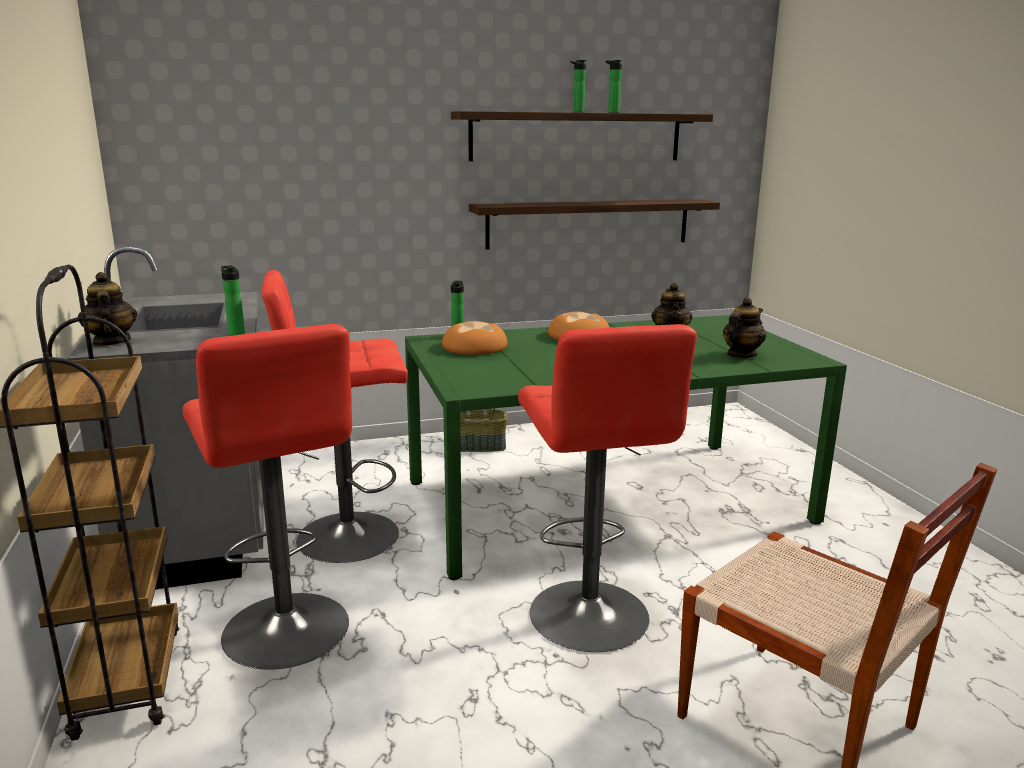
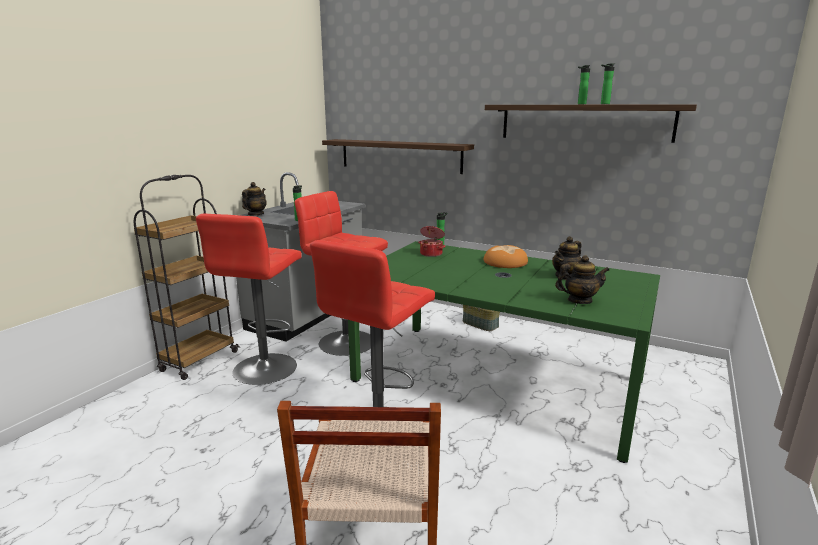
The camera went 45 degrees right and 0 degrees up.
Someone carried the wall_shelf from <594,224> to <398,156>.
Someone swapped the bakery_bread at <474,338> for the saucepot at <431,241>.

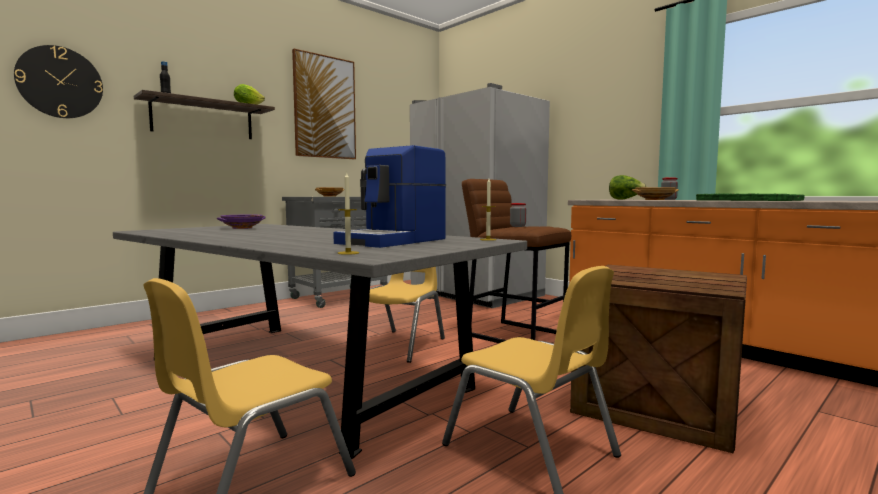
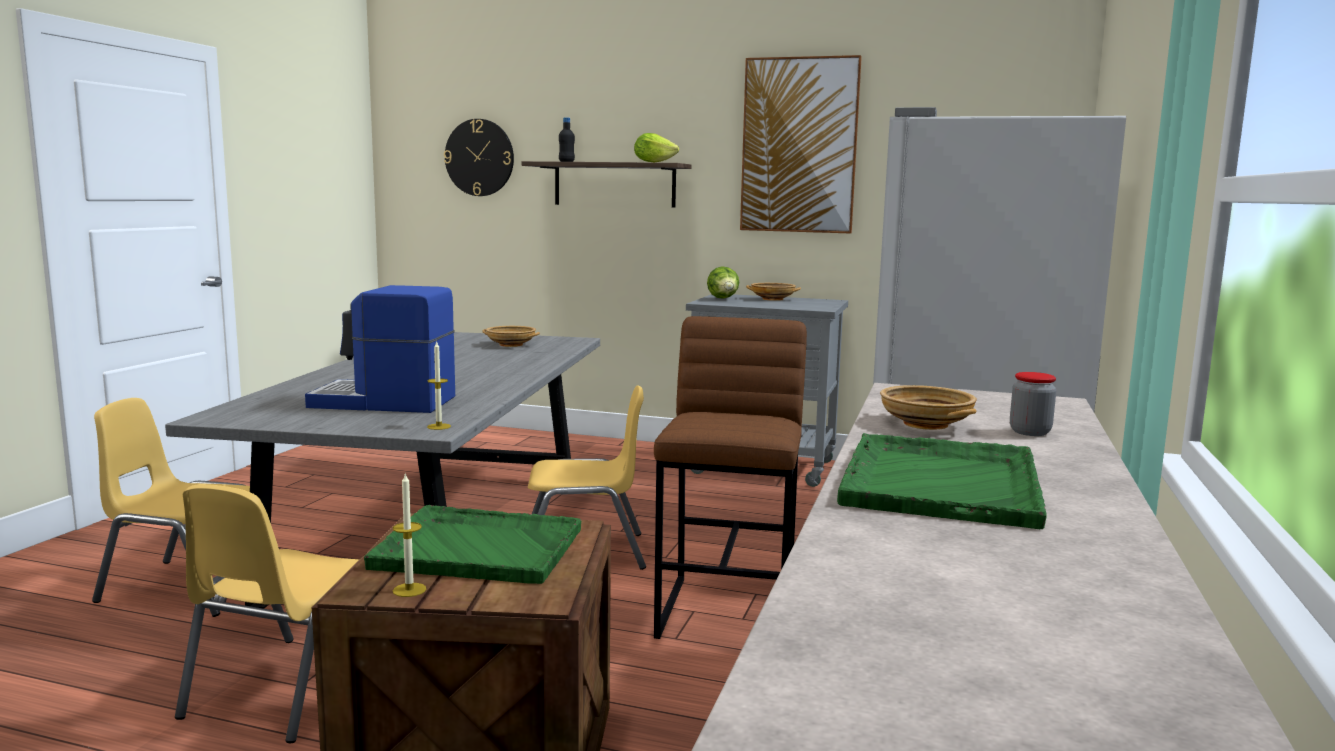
The camera went 60 degrees right and 5 degrees up.
Someone took away the preserve_jar at <518,215>.
Someone put down the green-coloured_tray at <472,544>.
Someone carried the wax_candle from <348,214> to <409,535>.
Someone carried the lettuce_head from <628,187> to <723,282>.
Someone repainted the purplish_bowl at <241,222>, which became the sand-coloured_bowl at <511,336>.

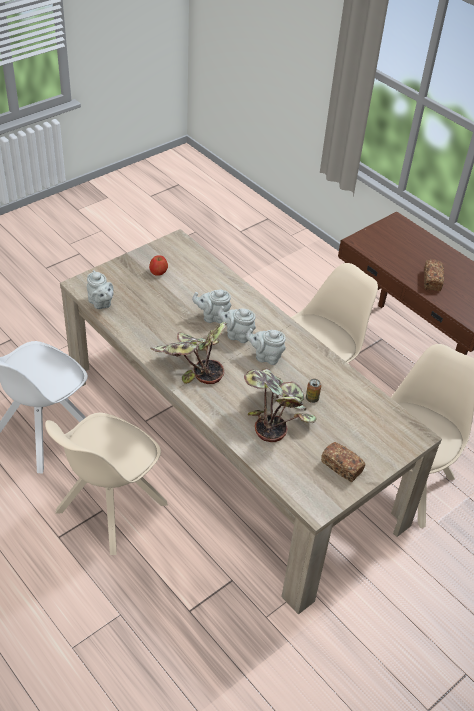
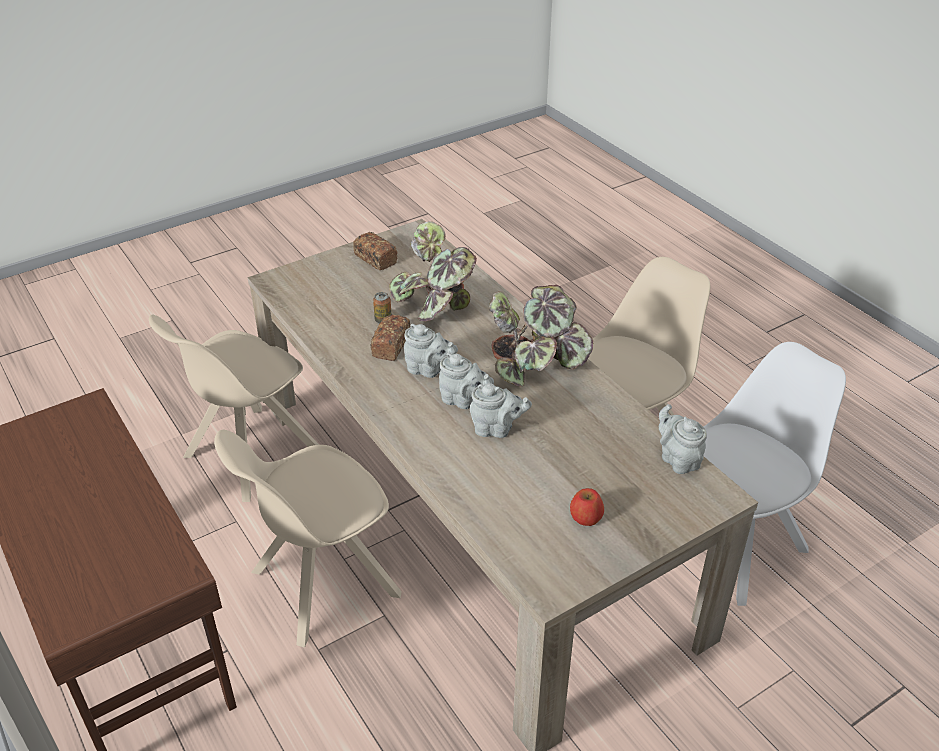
The camera went 170 degrees left and 5 degrees down.
Someone carried the bakery_bread from <434,275> to <390,338>.

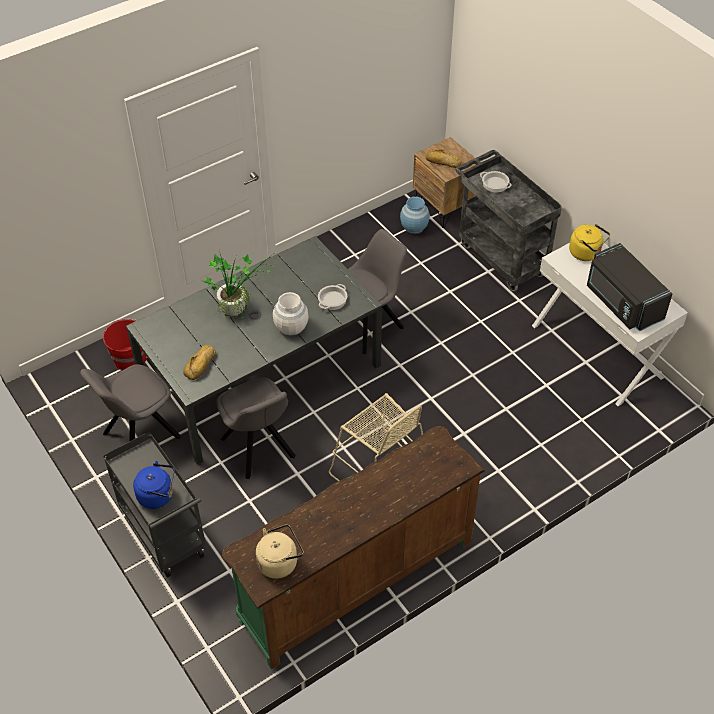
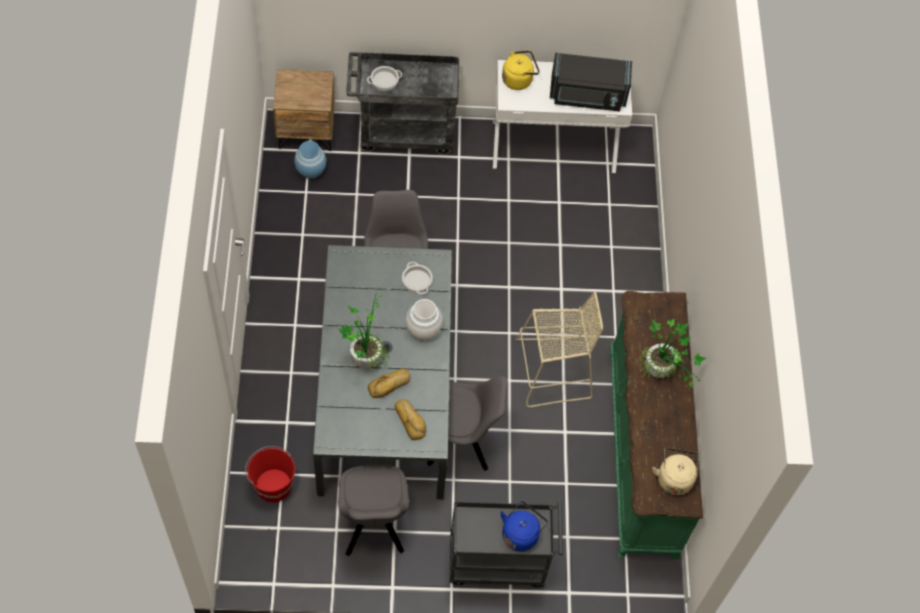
The camera went 60 degrees left and 10 degrees up.
Someone put down the houseplant at <672,353>.
Someone carried the bakery_bread from <444,158> to <389,383>.

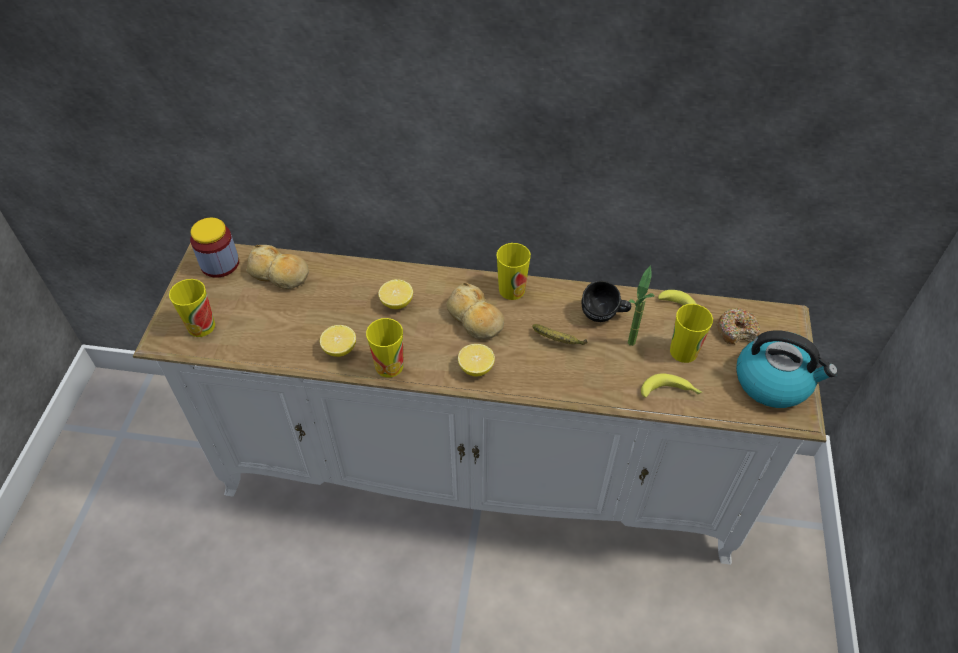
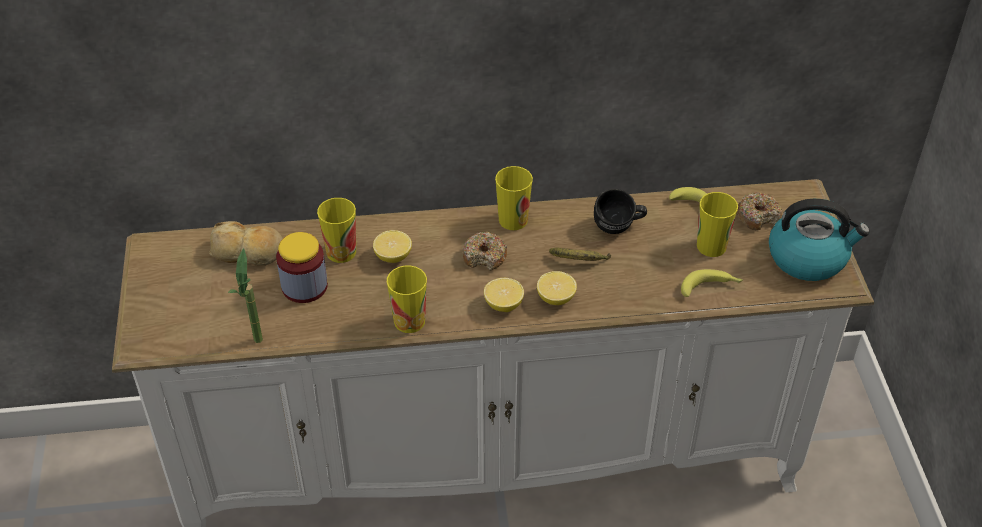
The camera went 15 degrees left and 5 degrees down.
Someone carried the drinking_cup from <192,308> to <336,230>.
Someone carried the preserve_jar from <214,248> to <302,267>.
Someone carried the lemon from <338,341> to <557,288>.
Someone carried the houseplant from <641,305> to <245,295>.
Someone swapped the bakery_bread at <475,311> for the doughnut at <484,251>.

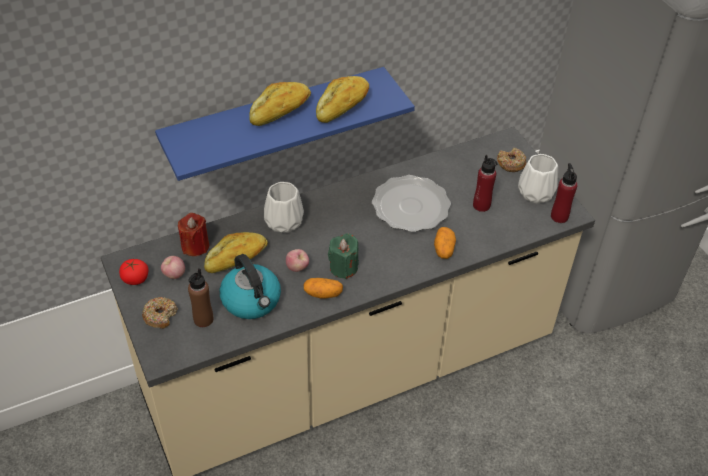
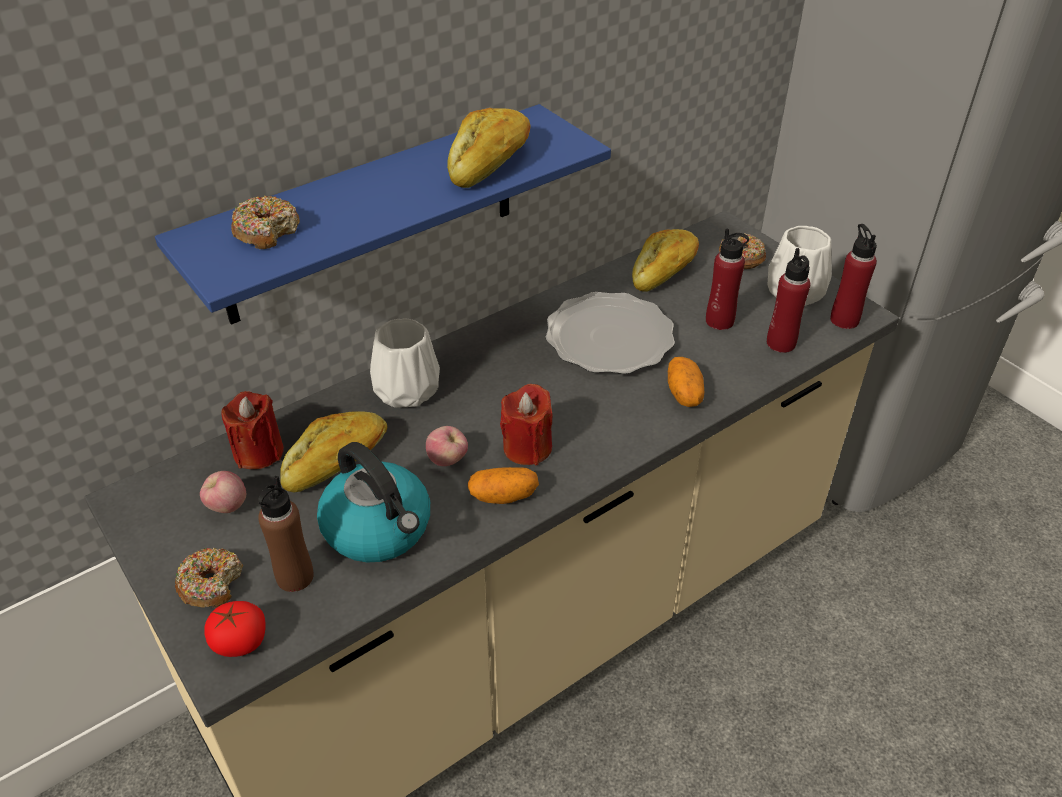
The camera went 10 degrees left and 5 degrees down.
Someone put down the doughnut at <265,222>.
Someone put down the red_drink_bottle at <788,300>.
Someone carried the tomato from <133,272> to <235,629>.
Someone carried the bakery_bread from <280,104> to <665,260>.
Someone repainted the green-coloured_wax_candle at <343,256>, which became the red_wax_candle at <526,424>.

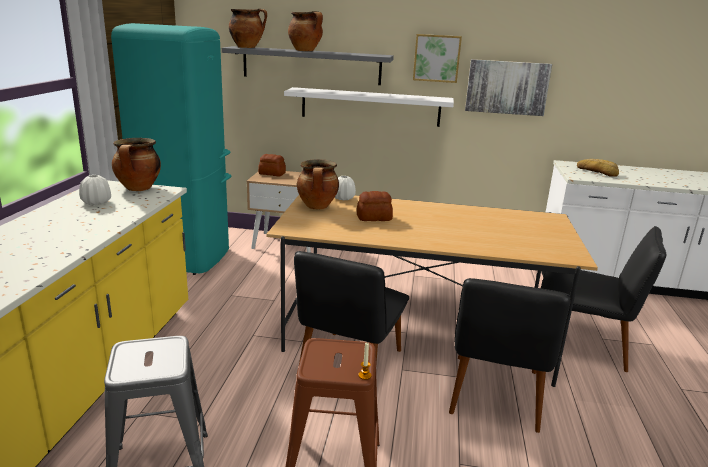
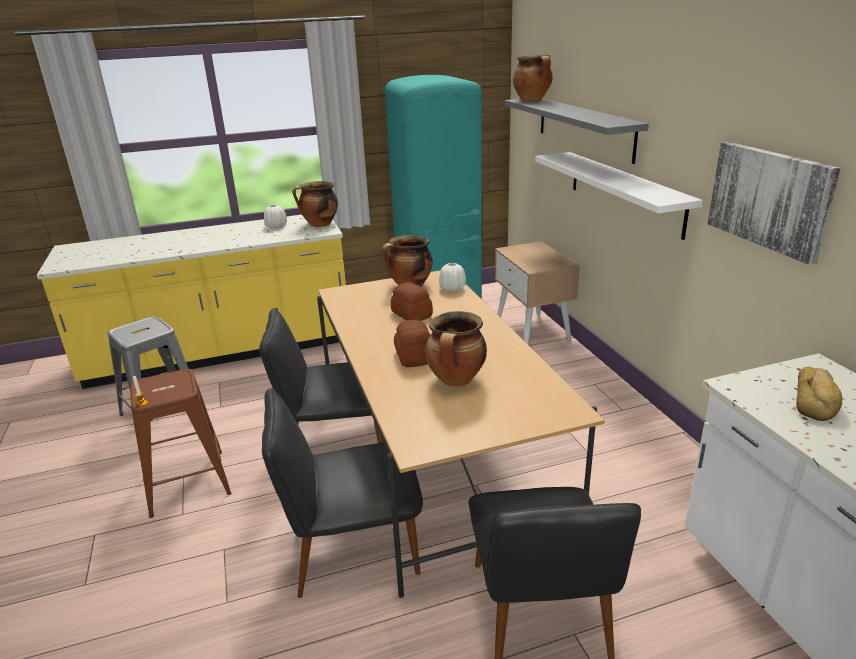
The camera went 65 degrees right and 5 degrees up.
Someone took away the wall_picture at <437,58>.
Someone carried the bakery_bread from <272,165> to <412,343>.
Someone carried the saucepot from <305,31> to <456,349>.

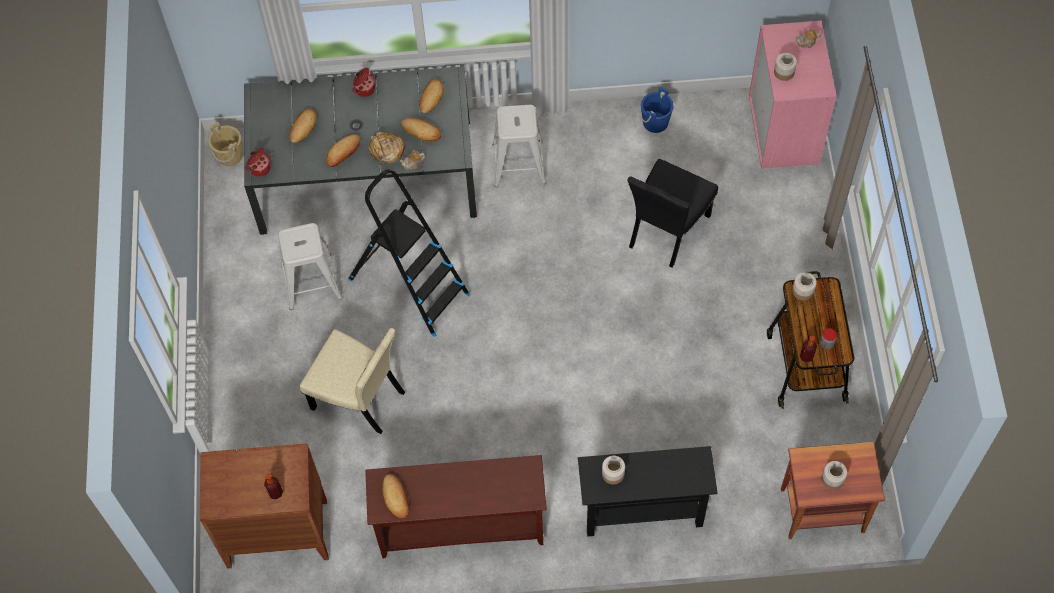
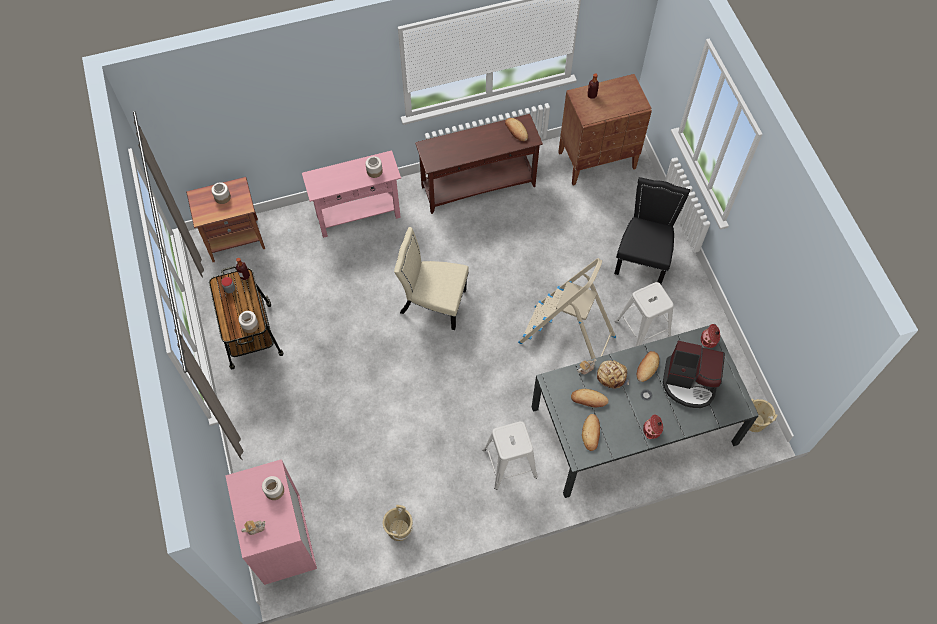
The camera went 165 degrees right and 0 degrees up.
Someone carried the sand-coloured_upright_chair from <352,381> to <431,278>.
Someone carried the blackish_upright_chair from <672,213> to <652,230>.
Someone swapped the bakery_bread at <302,126> for the coffee_brewer at <694,374>.
Someone repainted the blackish_stepladder at <409,253>, which became the sand-coloured_stepladder at <567,308>.
Someone repainted the blackish_narrow_table at <648,491>, which became the pink-coloured_narrow_table at <351,194>.
Someone repainted the blue-coloured_water_bucket at <656,110>, which became the sand-coloured_water_bucket at <398,523>.

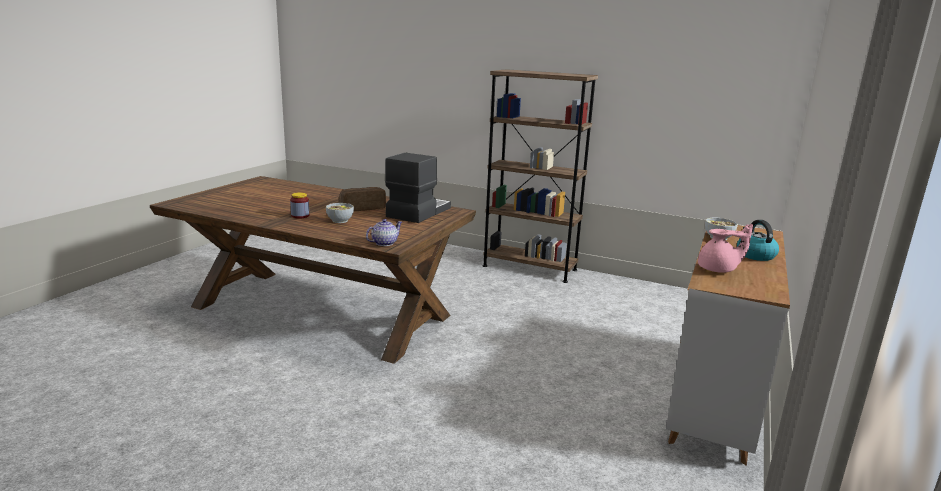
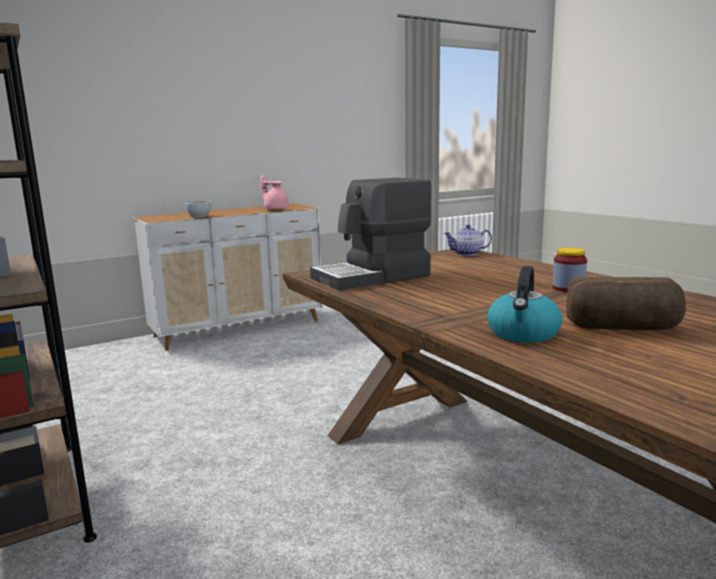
The camera went 145 degrees left and 5 degrees down.
Someone took away the bowl at <340,213>.
Someone carried the bakery_bread from <362,199> to <626,303>.
Someone carried the water_kettle from <758,240> to <525,304>.

